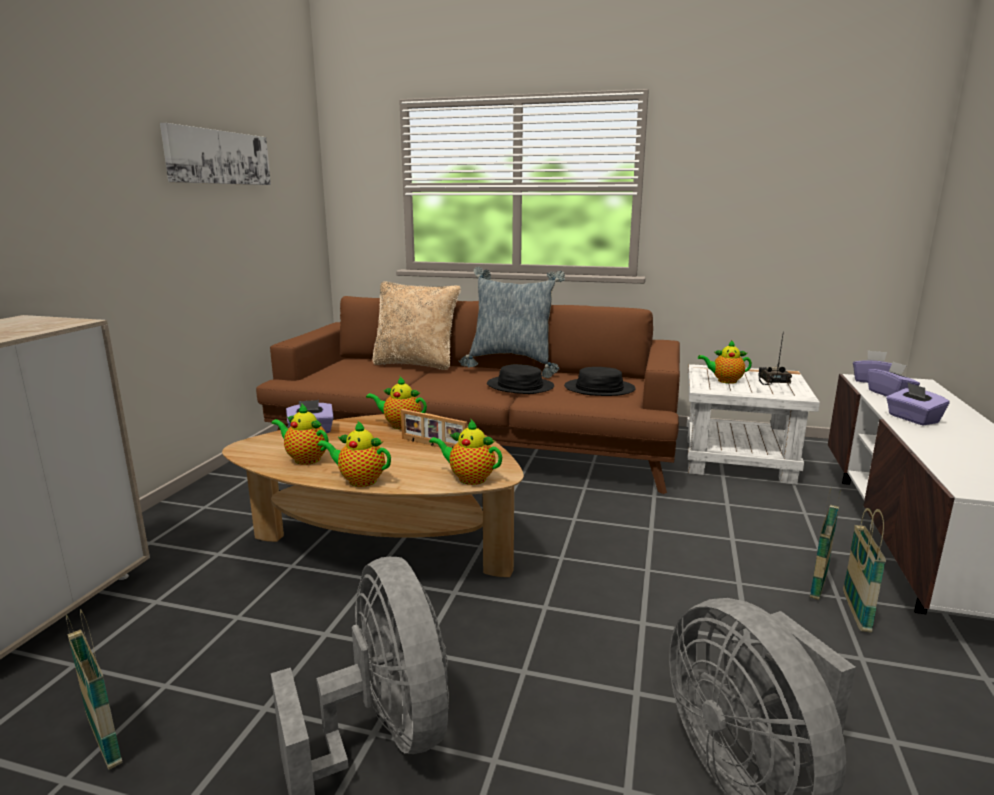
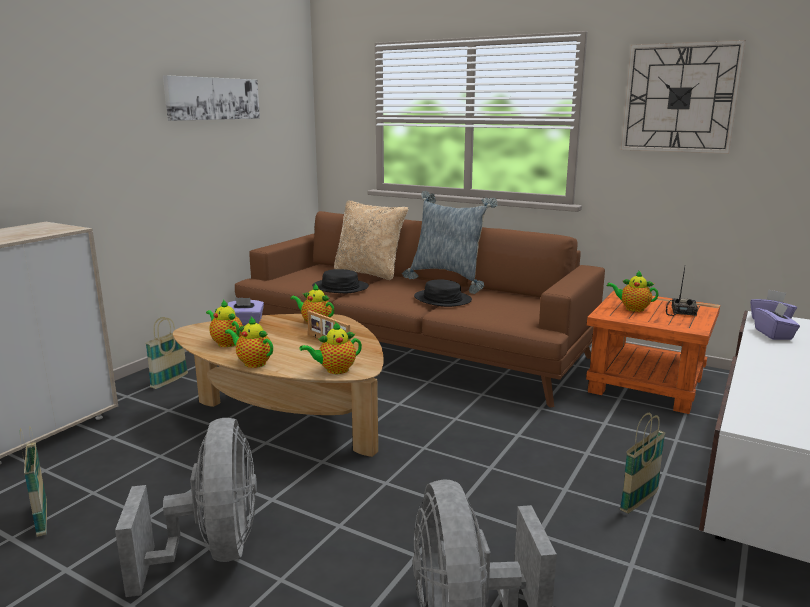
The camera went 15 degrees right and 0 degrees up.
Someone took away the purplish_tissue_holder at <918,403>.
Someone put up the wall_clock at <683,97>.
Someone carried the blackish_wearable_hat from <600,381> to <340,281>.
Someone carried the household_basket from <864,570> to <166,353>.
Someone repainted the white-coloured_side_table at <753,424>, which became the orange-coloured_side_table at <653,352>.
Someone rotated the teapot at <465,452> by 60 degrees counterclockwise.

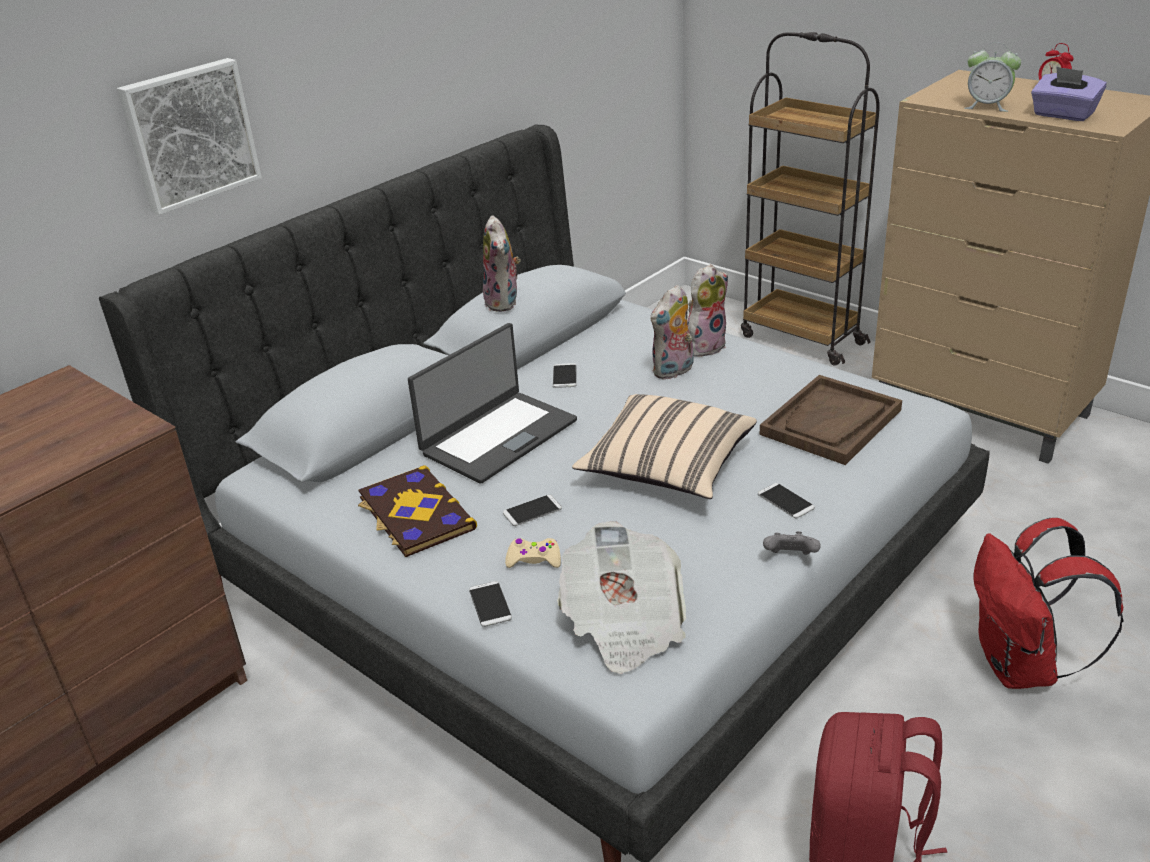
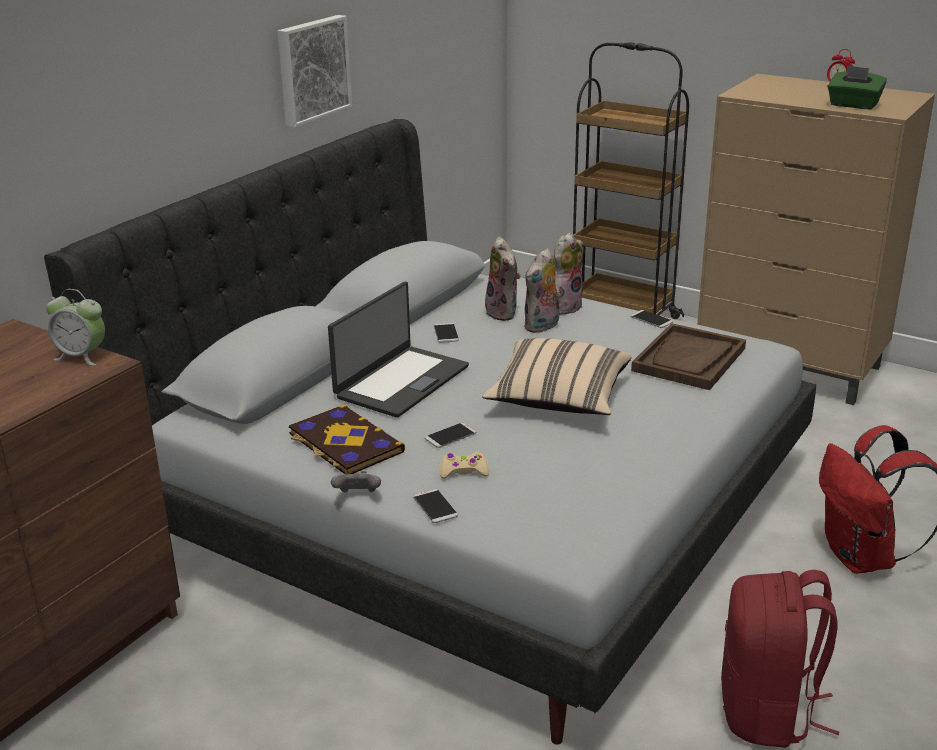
The camera went 10 degrees left and 5 degrees down.
Someone took away the printed_paper at <621,597>.
Someone carried the wall_picture from <189,136> to <314,71>.
Someone carried the plush_toy from <501,263> to <502,279>.
Someone carried the handset from <786,500> to <651,319>.
Someone carried the grey_joypad from <792,543> to <356,481>.
Someone carried the table_clock from <992,77> to <75,327>.
Someone repainted the purplish_tissue_holder at <1069,93>, which became the green-coloured_tissue_holder at <857,87>.

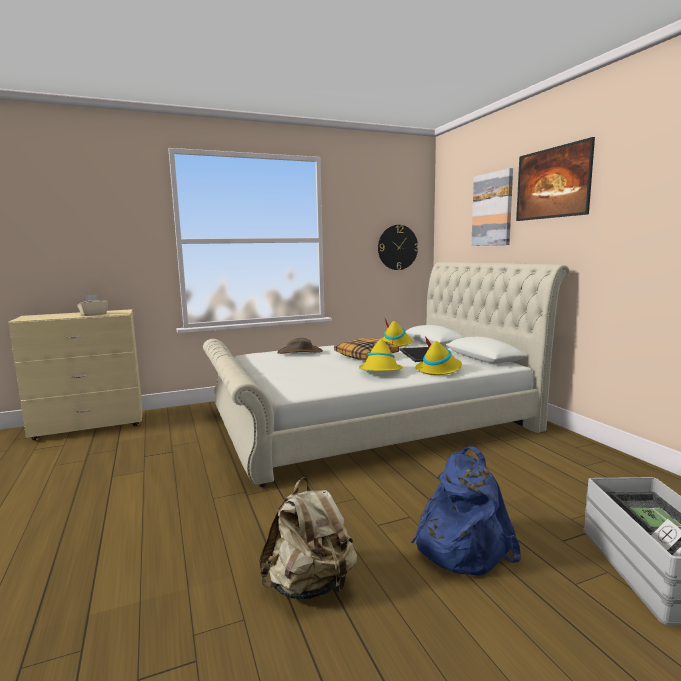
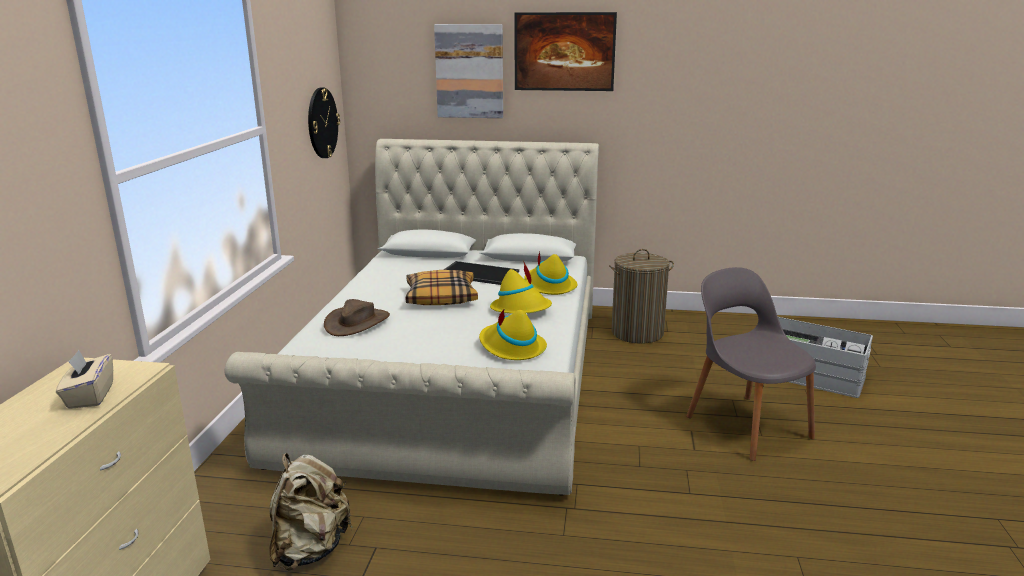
The camera went 60 degrees left and 10 degrees up.
Someone put down the hamper at <641,296>.
Someone carried the sand-coloured_knapsack from <308,538> to <310,512>.
Someone carried the yellow_wearable_hat from <395,332> to <513,334>.
Someone swapped the blue-coloured_knapsack at <466,511> for the grey_upright_chair at <751,364>.

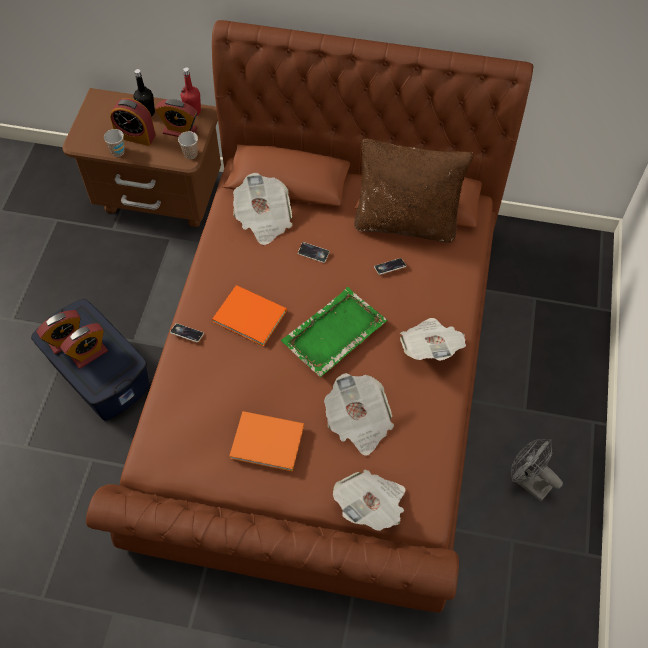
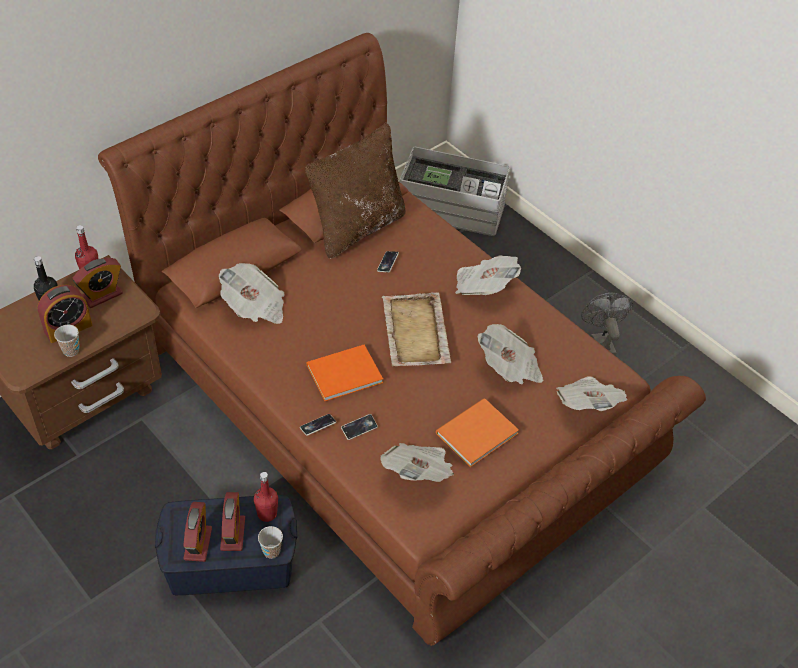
The camera went 55 degrees left and 10 degrees down.
Someone put down the red_drink_bottle at <266,497>.
Someone put down the printed_paper at <417,462>.
Someone put down the grey_storage_bin at <455,191>.
Someone carried the drinking_cup from <188,145> to <270,542>.
Someone carried the handset from <314,252> to <359,427>.
Someone repainted the green-coloured_tray at <334,332>, which became the sand-coloured_tray at <416,329>.
Someone rotated the grey_electric_fan at <537,470> by 90 degrees clockwise.

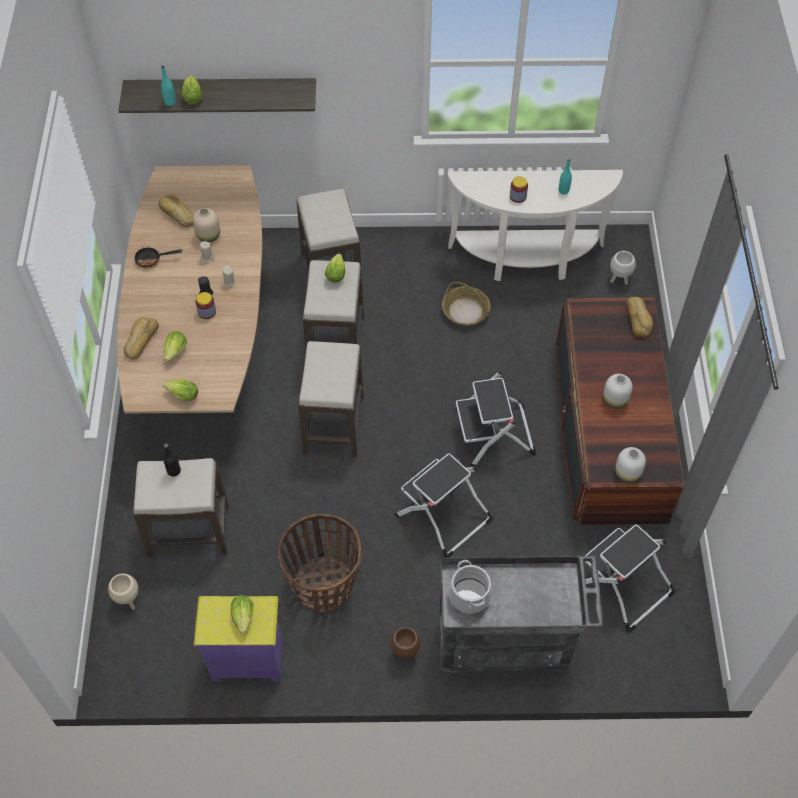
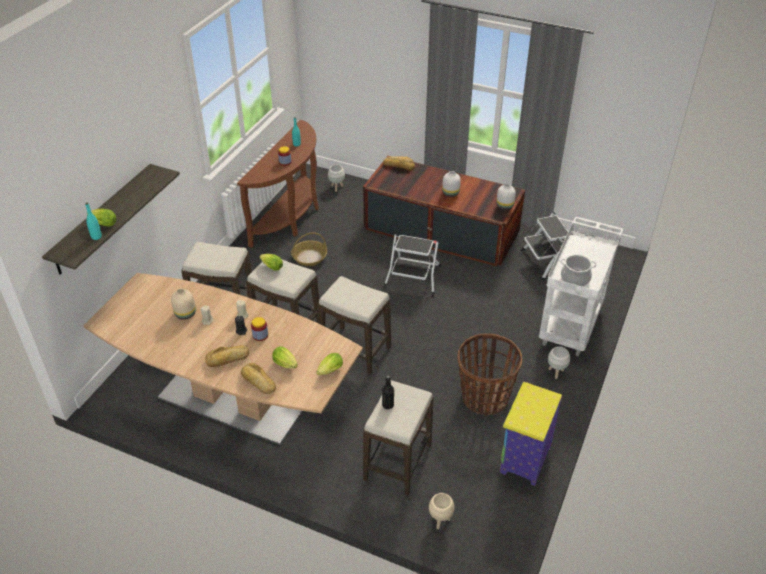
The camera went 65 degrees left and 15 degrees down.
Someone took away the skillet at <158,257>.
Someone took away the lettuce_head at <242,614>.
Someone took away the stepladder at <444,506>.
Someone carried the bakery_bread from <176,210> to <227,356>.
Someone repainted the brown-coloured_flower_pot at <405,644>, which became the white-coloured_flower_pot at <559,362>.
Someone repainted the blackish_trolley at <521,614>, which became the white-coloured_trolley at <581,286>.
Someone repainted the white-coloured_narrow_table at <535,225>, which became the brown-coloured_narrow_table at <278,184>.

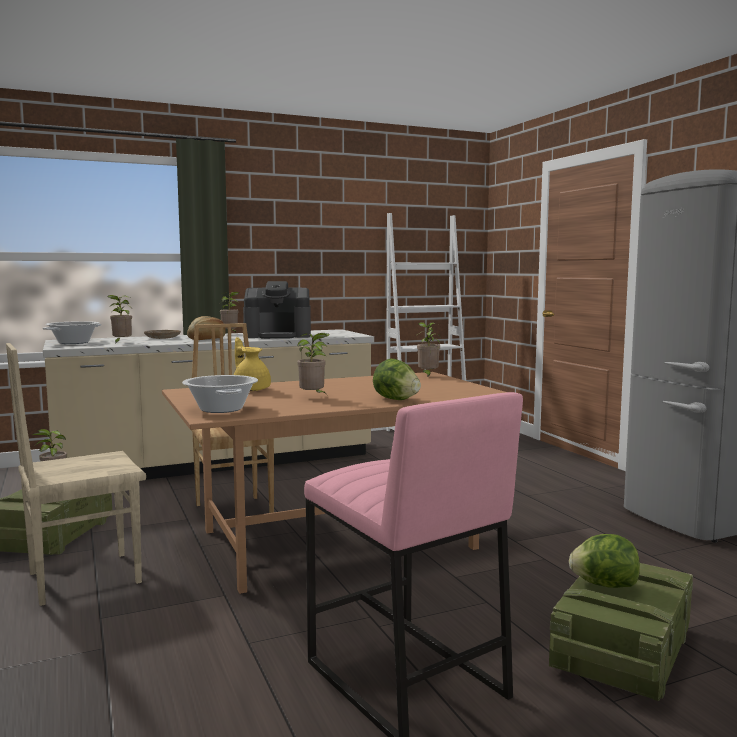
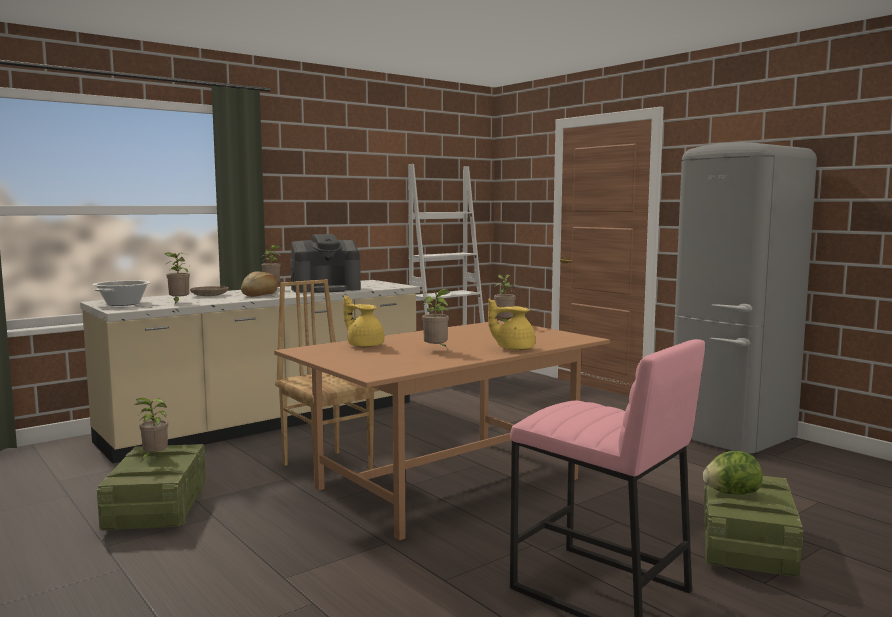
The camera went 15 degrees left and 0 degrees up.
Someone took away the sand-coloured_upright_chair at <76,474>.
Someone took away the saucepot at <220,394>.
Someone swapped the lettuce_head at <397,379> for the yellow_teapot at <511,324>.

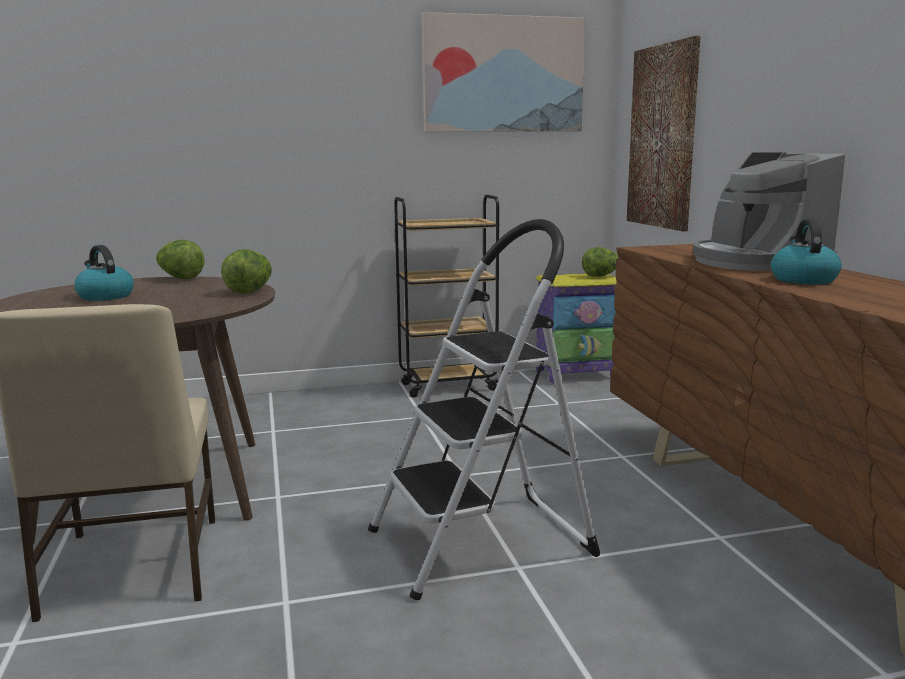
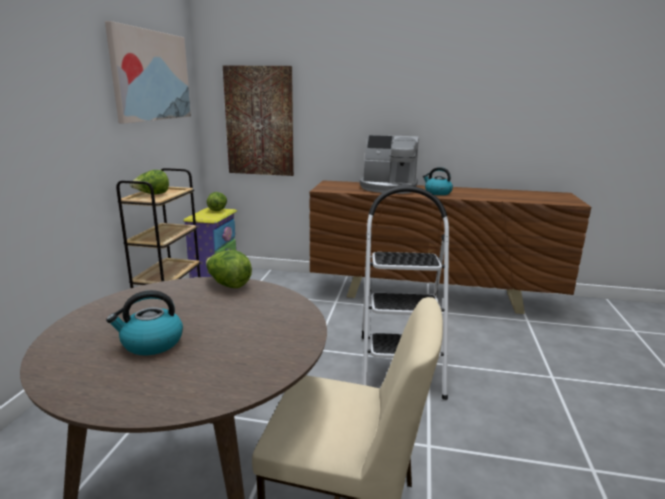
The camera went 65 degrees left and 5 degrees up.
Someone carried the lettuce_head from <180,259> to <149,182>.

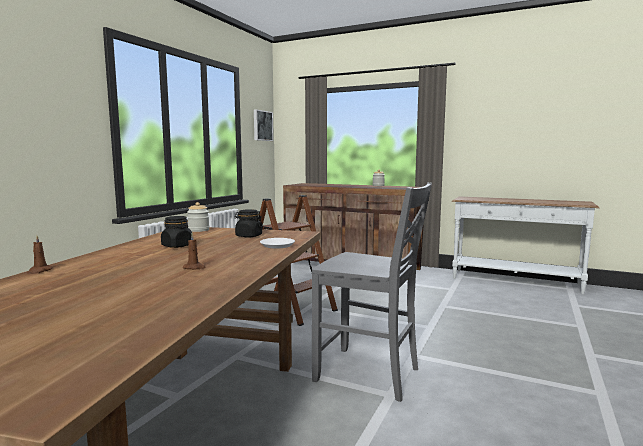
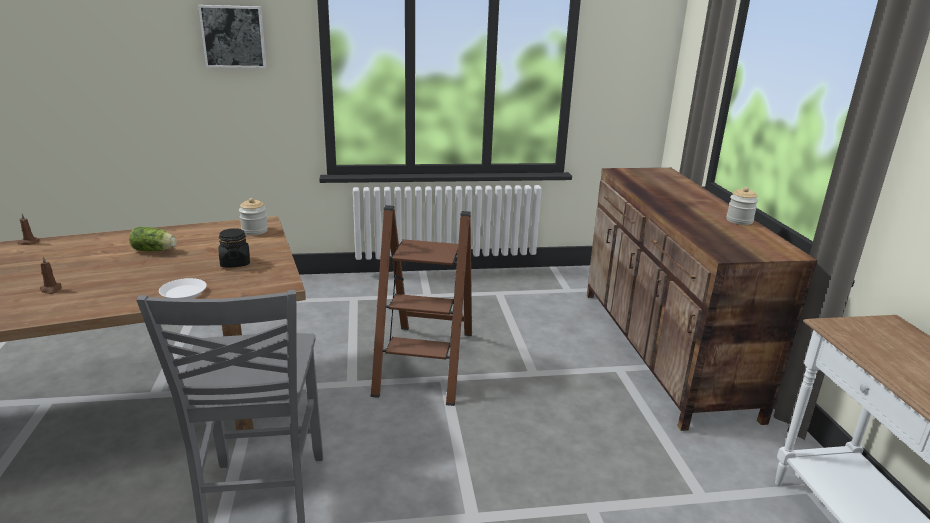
The camera went 55 degrees right and 15 degrees up.
Someone carried the wall_picture from <263,125> to <232,36>.
Someone swapped the blackish_preserve_jar at <176,232> for the lettuce_head at <153,239>.

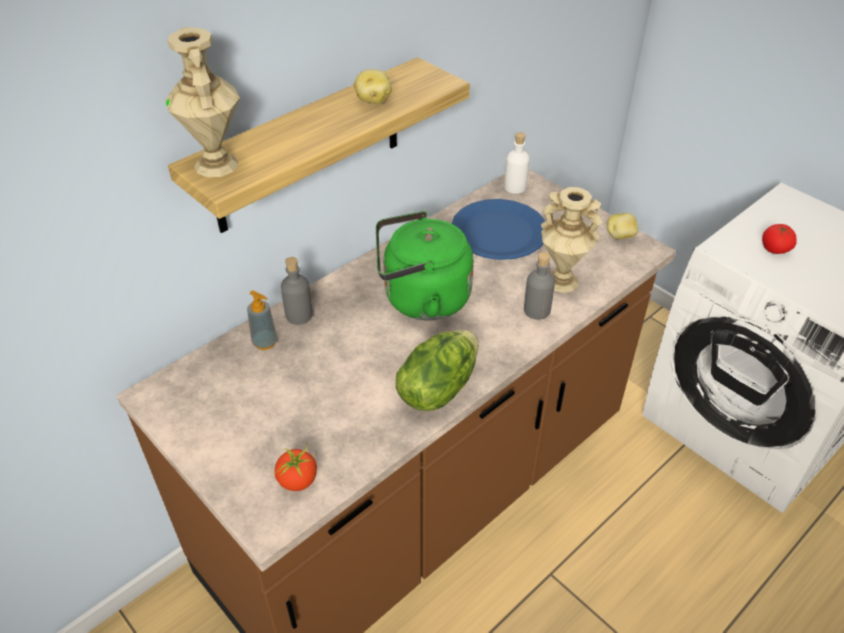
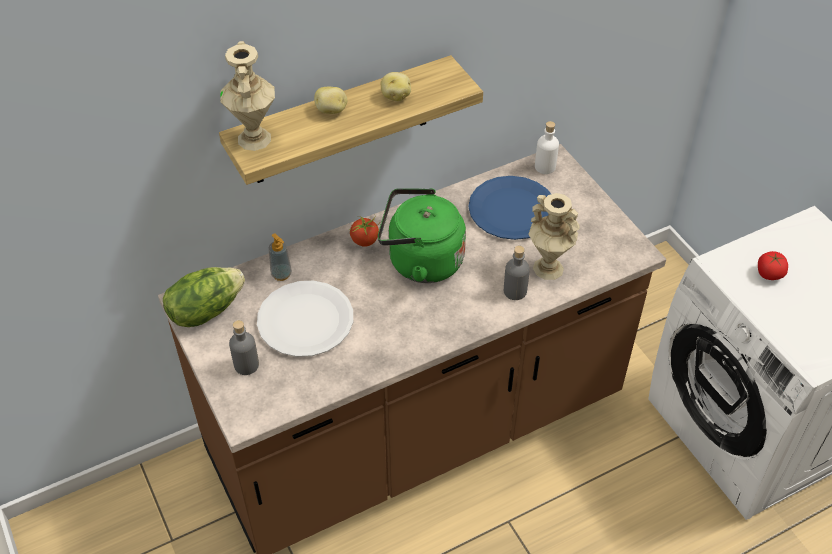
The camera went 15 degrees right and 5 degrees up.
Someone put down the white-coloured_flat_dish at <305,319>.
Someone carried the tomato from <295,466> to <364,230>.
Someone carried the grey_drink_bottle from <297,291> to <244,347>.
Someone carried the lettuce_head from <437,370> to <204,297>.
Someone carried the whole_potato from <622,226> to <330,100>.

